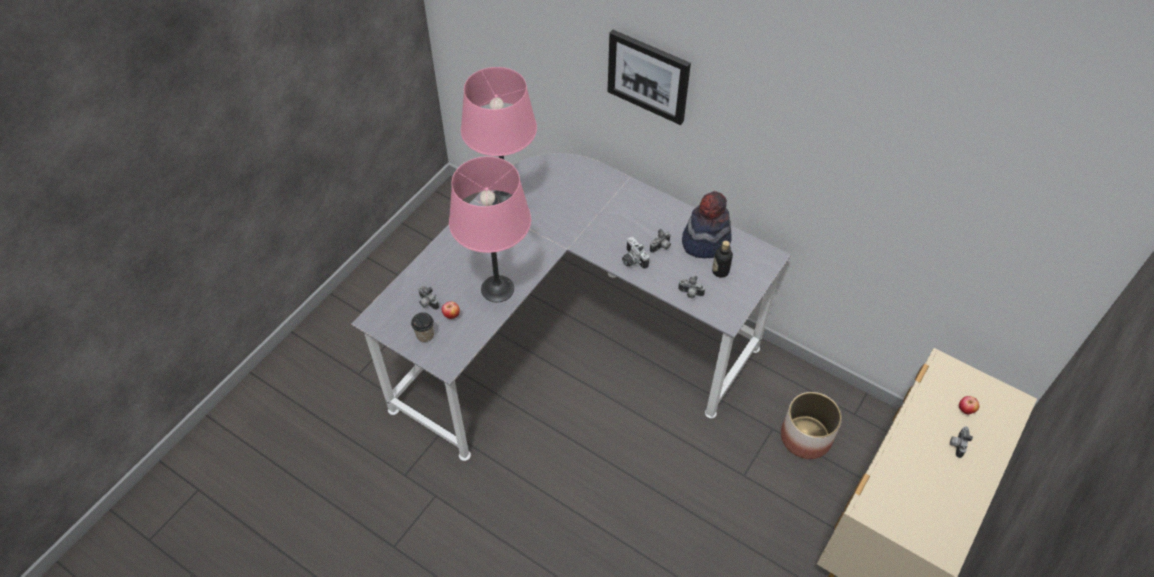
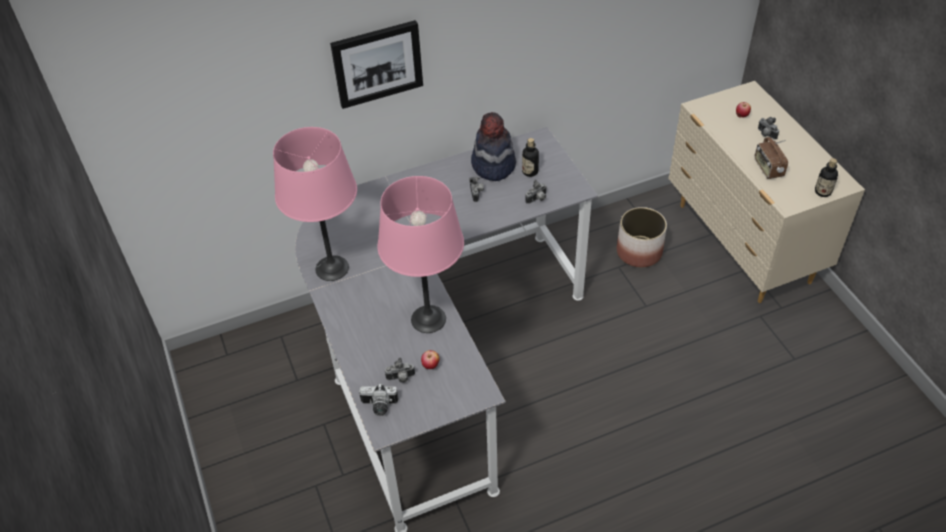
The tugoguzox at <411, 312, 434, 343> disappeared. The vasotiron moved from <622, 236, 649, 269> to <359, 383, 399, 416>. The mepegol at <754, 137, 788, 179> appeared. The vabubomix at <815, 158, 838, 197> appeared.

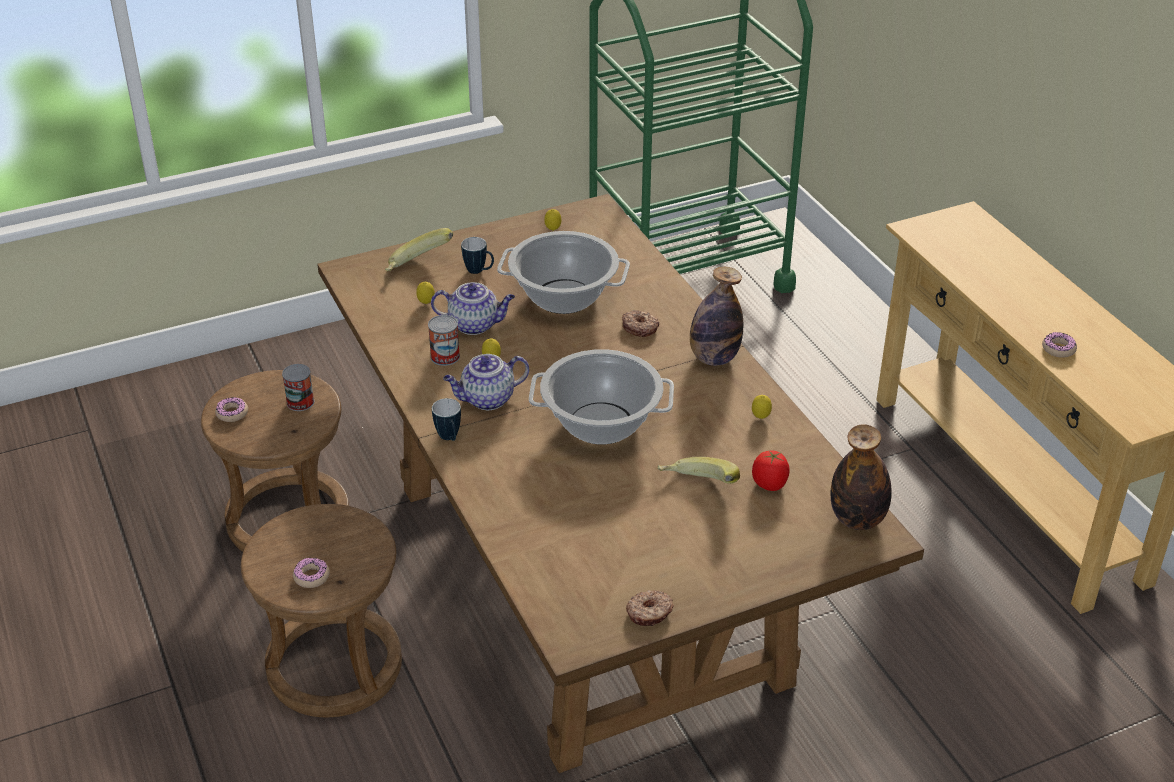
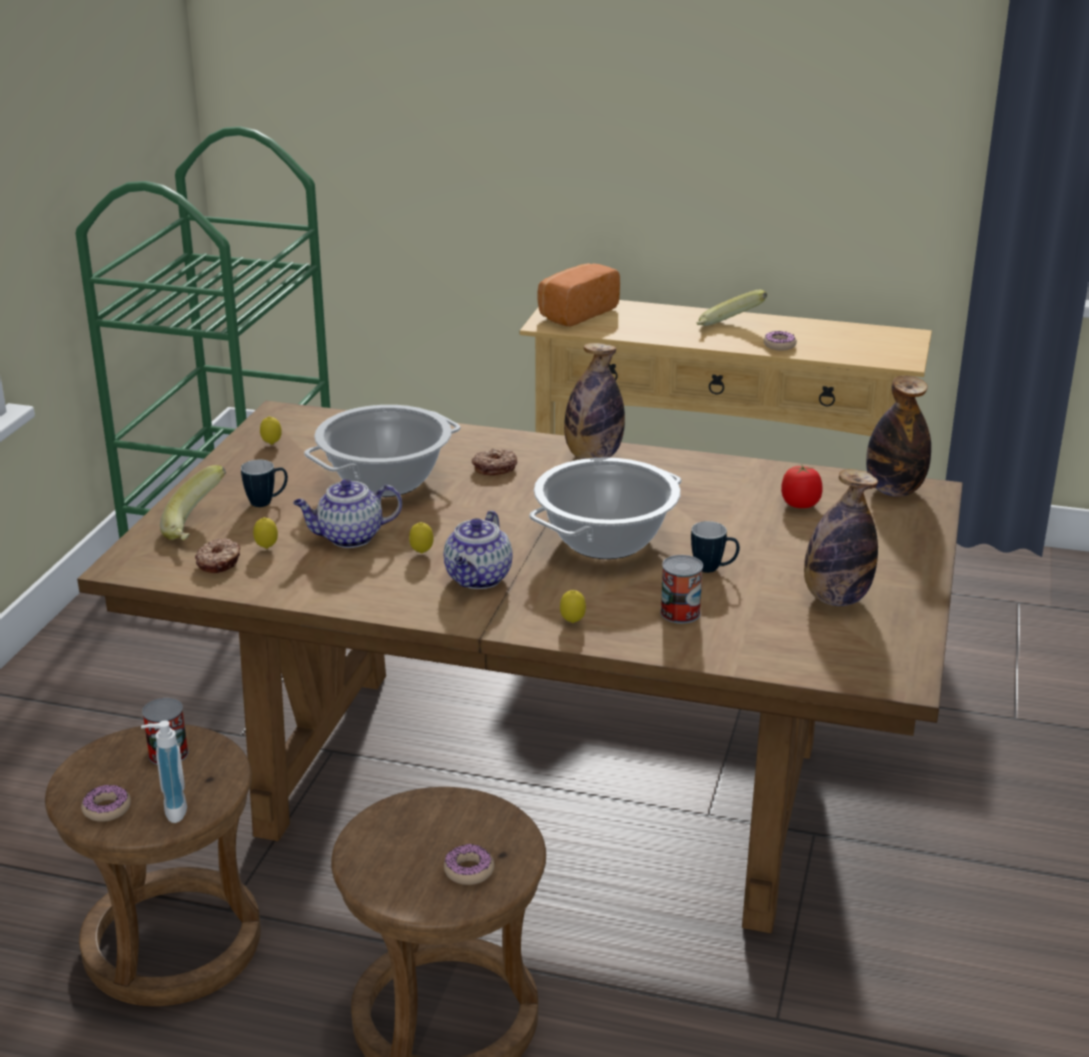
The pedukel moved from <428, 315, 460, 366> to <660, 555, 703, 624>. The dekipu at <431, 282, 515, 335> turned 150 degrees counterclockwise. The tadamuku moved from <432, 398, 461, 441> to <691, 521, 740, 573>. The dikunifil moved from <626, 590, 674, 626> to <195, 539, 240, 573>. The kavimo moved from <657, 457, 740, 484> to <697, 290, 767, 326>. The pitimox moved from <752, 395, 772, 419> to <560, 590, 586, 623>. The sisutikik at <141, 721, 187, 823> appeared. The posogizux at <537, 263, 620, 326> appeared. The vabubomix at <804, 469, 878, 606> appeared.

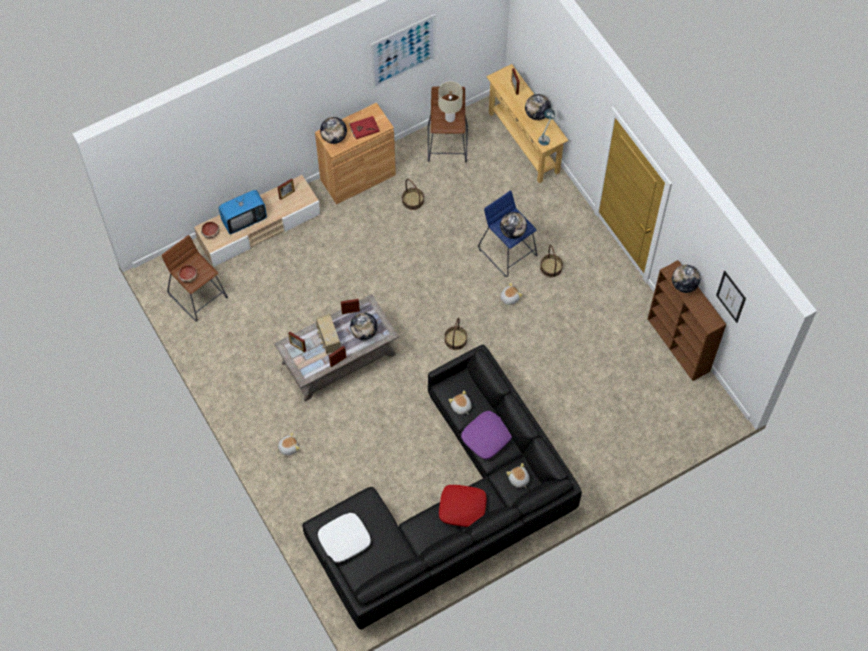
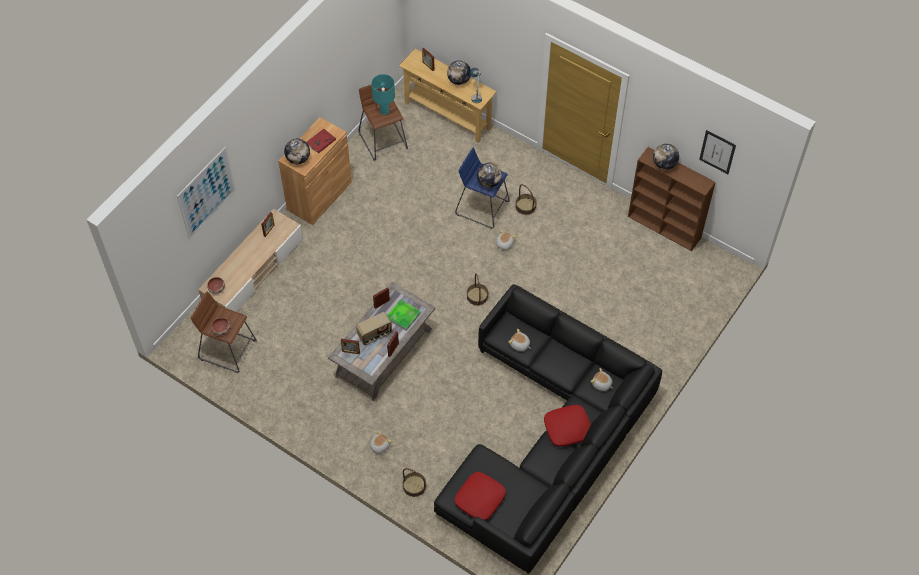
The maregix at <219, 190, 267, 234> disappeared. The mepegol at <316, 314, 341, 354> turned 75 degrees counterclockwise. The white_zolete at <318, 513, 371, 563> became the red_zolete at <455, 472, 506, 520>. The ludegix at <350, 313, 378, 340> was replaced by the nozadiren at <387, 299, 421, 331>. The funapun moved from <370, 14, 436, 89> to <177, 147, 236, 239>. The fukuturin moved from <402, 179, 424, 210> to <403, 468, 426, 497>. The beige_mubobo at <438, 81, 463, 122> became the turquoise_mubobo at <371, 74, 395, 115>. The purple_zolete at <461, 411, 512, 459> disappeared.

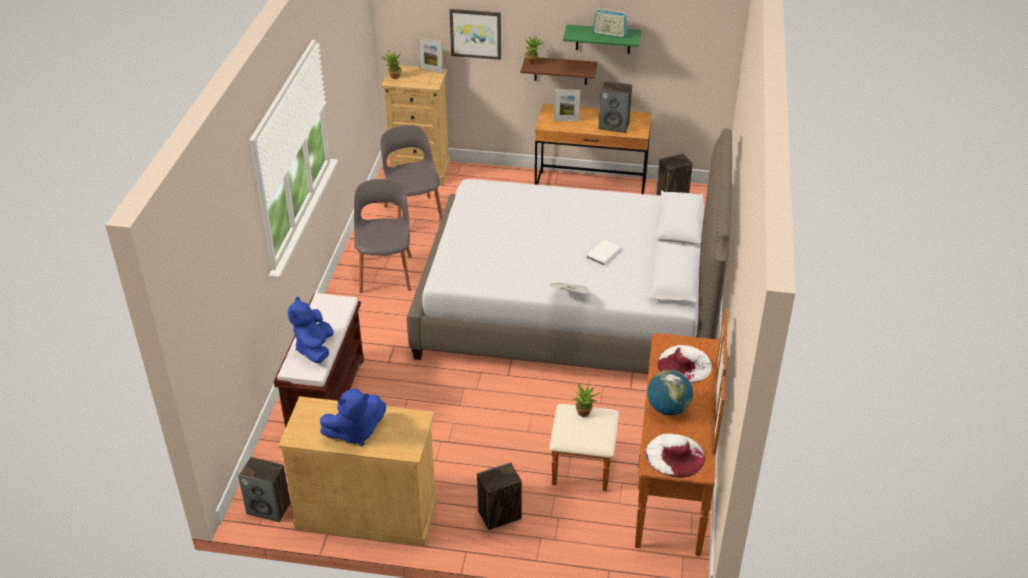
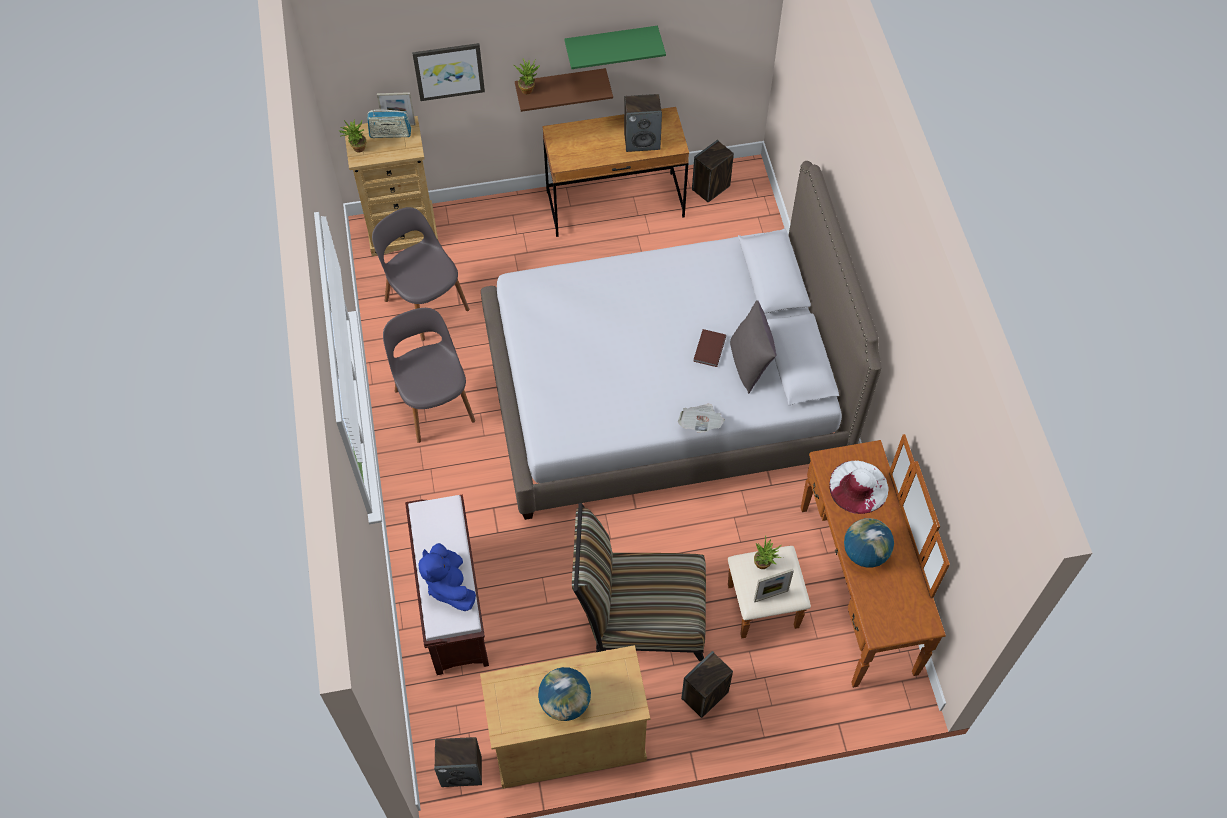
The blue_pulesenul at <320, 388, 386, 446> was replaced by the ludegix at <538, 667, 591, 721>. The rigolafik moved from <554, 90, 581, 122> to <754, 569, 794, 603>. The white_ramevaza at <586, 240, 621, 266> became the brown_ramevaza at <693, 329, 726, 367>. The mepegol moved from <593, 6, 628, 38> to <367, 109, 411, 138>. The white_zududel at <645, 434, 705, 478> disappeared. The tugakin at <572, 503, 706, 661> appeared. The grey_zolete at <730, 300, 776, 394> appeared.

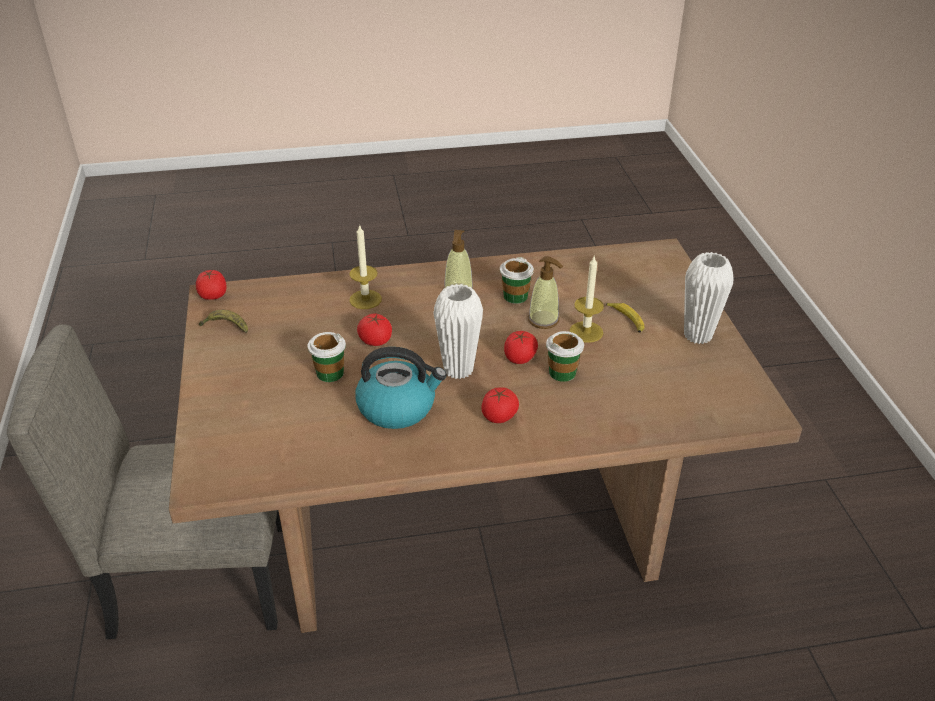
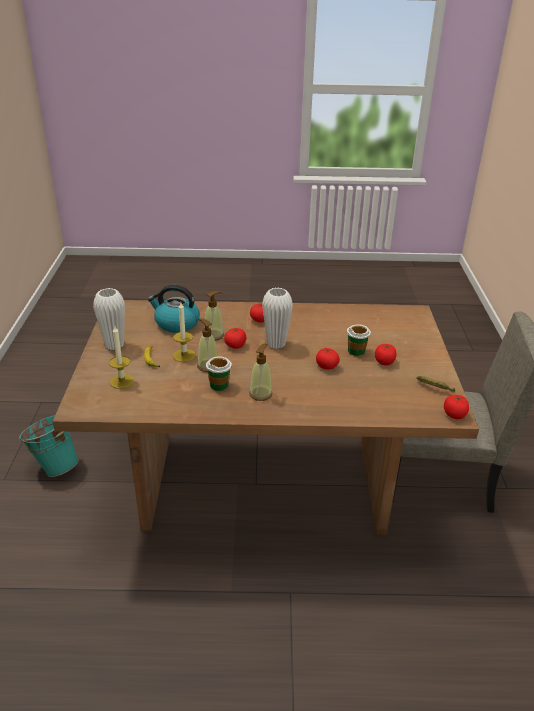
The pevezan moved from <349, 224, 382, 309> to <109, 326, 135, 389>. The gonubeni moved from <355, 347, 447, 429> to <148, 285, 200, 333>. The tugoguzox at <546, 331, 584, 382> was replaced by the sisutikik at <204, 291, 224, 341>. The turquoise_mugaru at <19, 415, 79, 477> appeared. The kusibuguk at <375, 344, 396, 365> appeared.

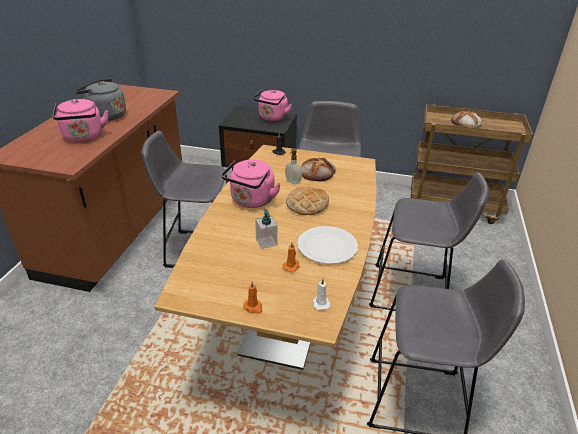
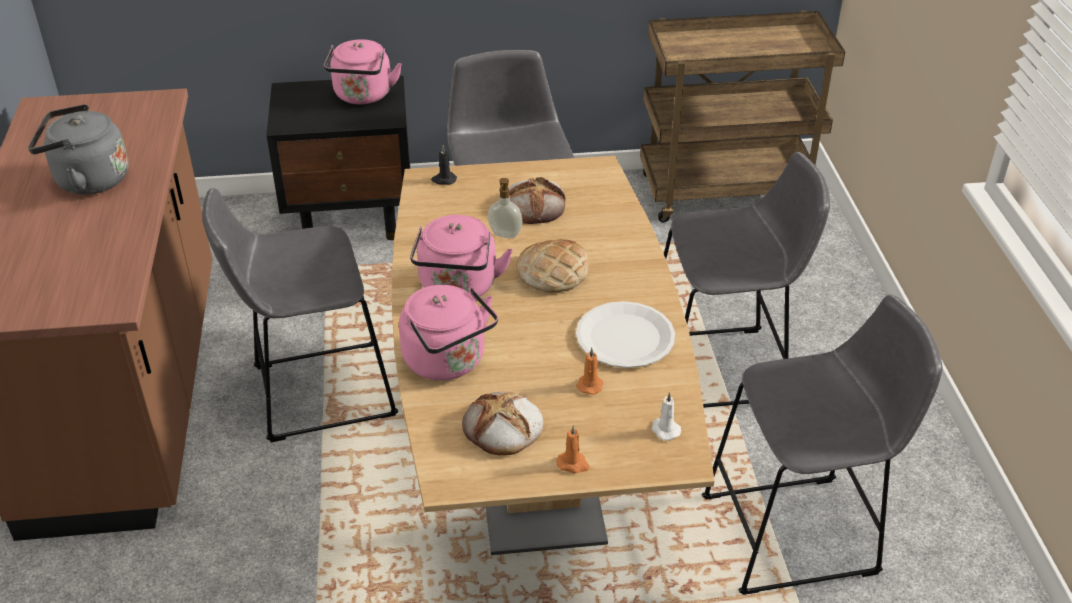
The pink_gonubeni moved from <53, 99, 109, 142> to <399, 285, 498, 380>. The sisutikik at <255, 209, 278, 249> disappeared. The posogizux moved from <451, 110, 482, 128> to <462, 392, 543, 456>.

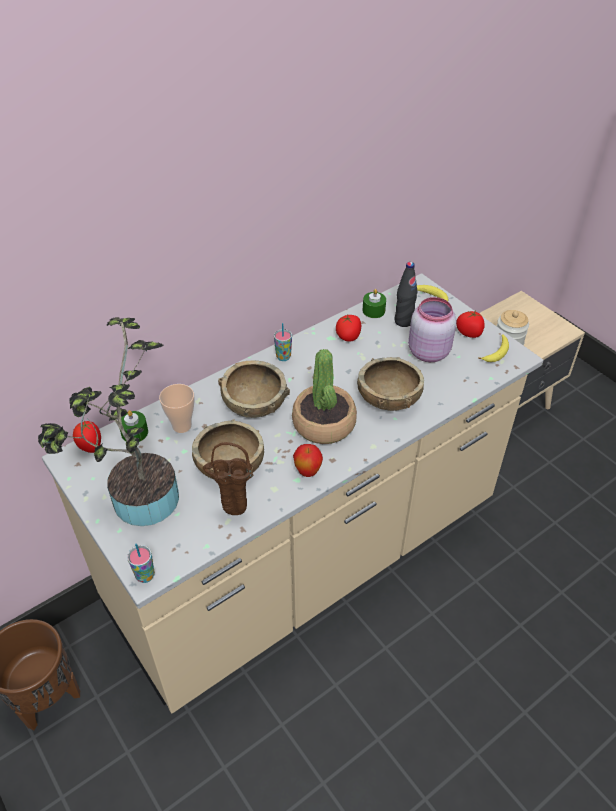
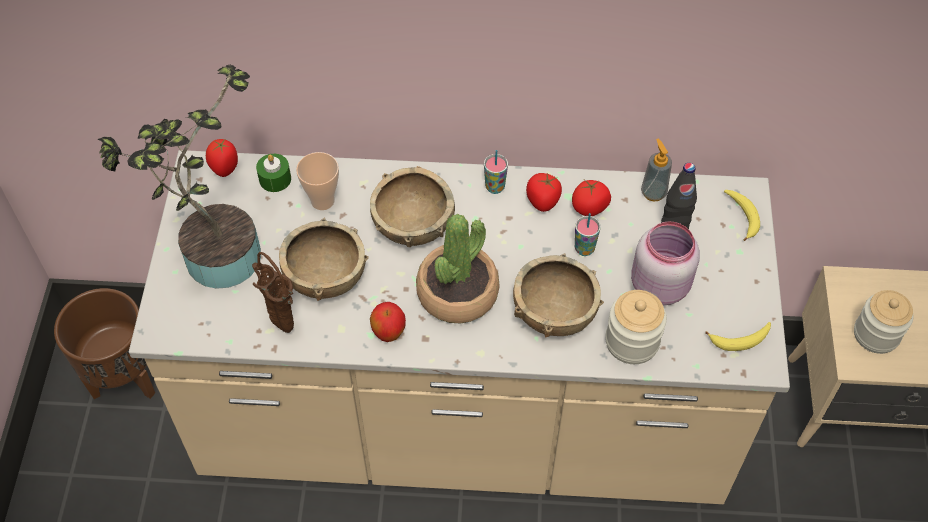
The tugoguzox moved from <127, 544, 155, 583> to <575, 213, 601, 256>. The green_pevezan at <362, 289, 386, 318> was replaced by the sisutikik at <641, 138, 672, 202>. The kusibuguk moved from <456, 310, 485, 338> to <526, 173, 562, 212>. The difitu at <605, 290, 667, 364> appeared.

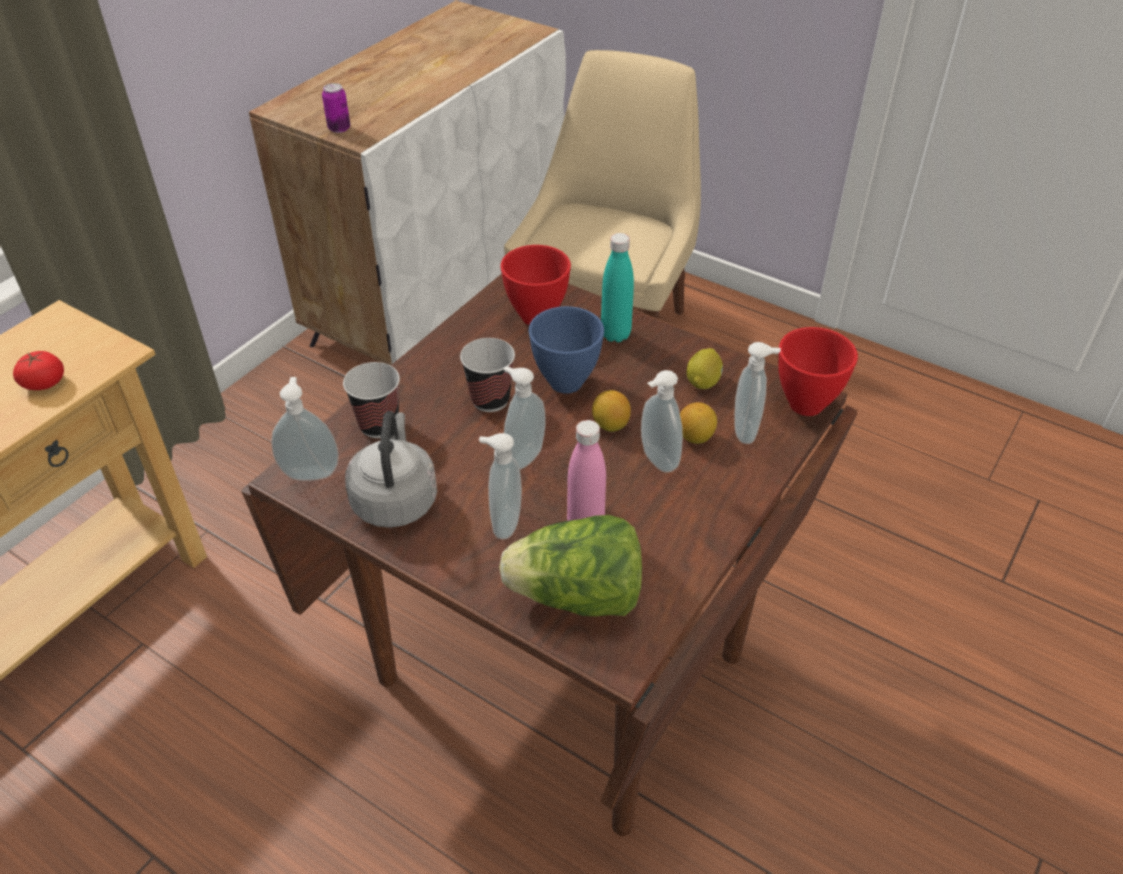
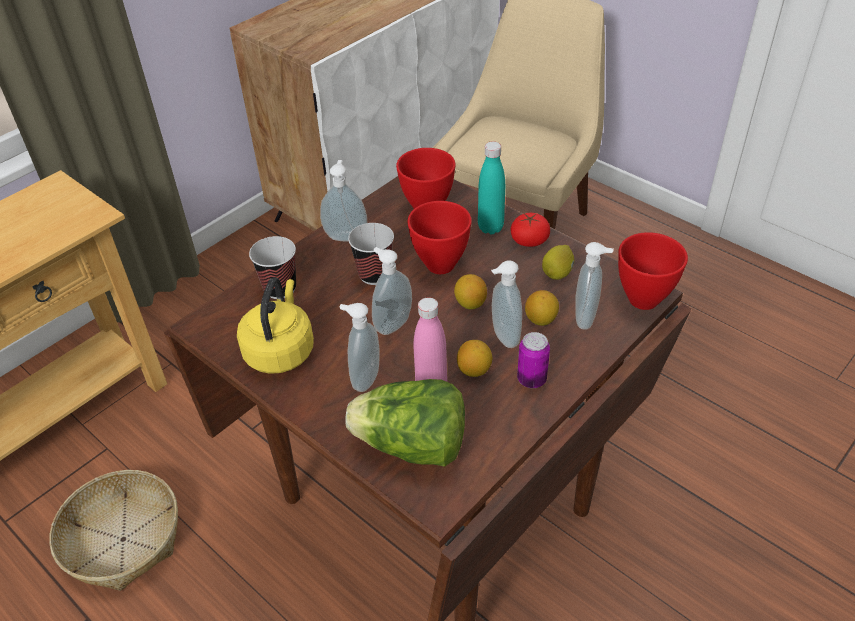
The kusibuguk moved from <13, 351, 64, 390> to <511, 213, 550, 247>. The sisutikik moved from <271, 377, 339, 481> to <320, 160, 367, 241>. The pedukel moved from <322, 83, 350, 133> to <517, 332, 550, 388>. The grey_gonubeni at <345, 411, 437, 528> became the yellow_gonubeni at <237, 277, 314, 374>. The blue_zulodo at <529, 306, 604, 394> became the red_zulodo at <407, 201, 472, 274>. The fukuturin at <49, 470, 178, 591> appeared. The pitimox at <457, 340, 492, 377> appeared.

